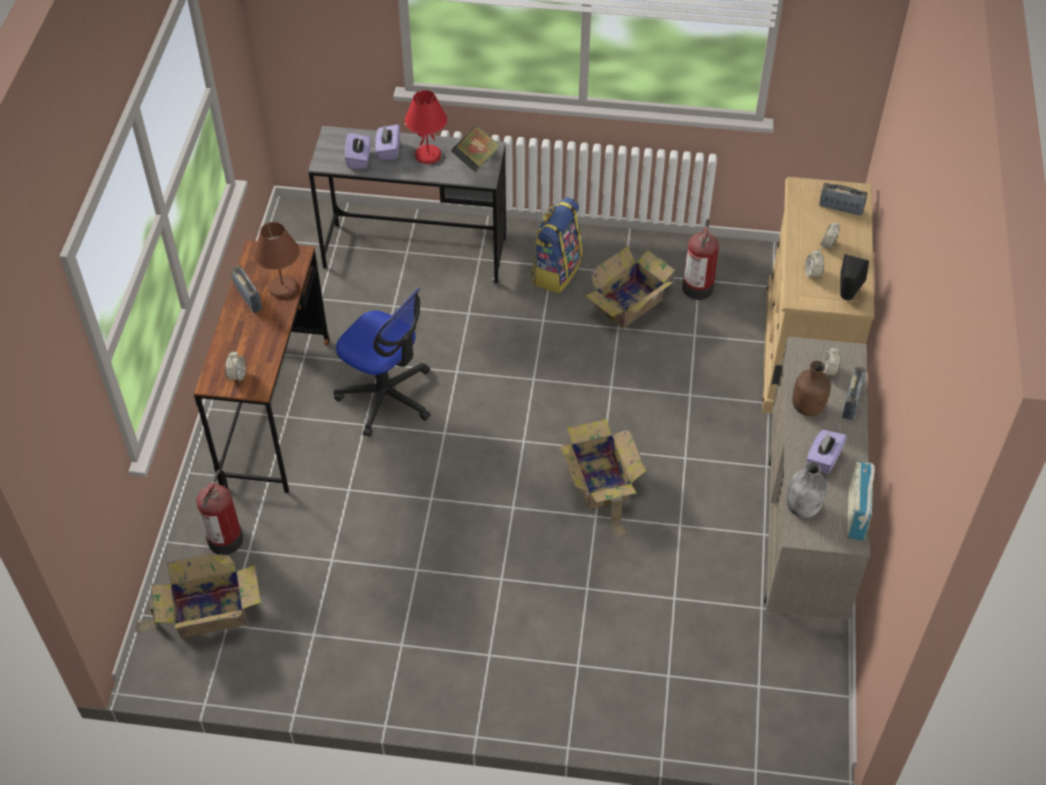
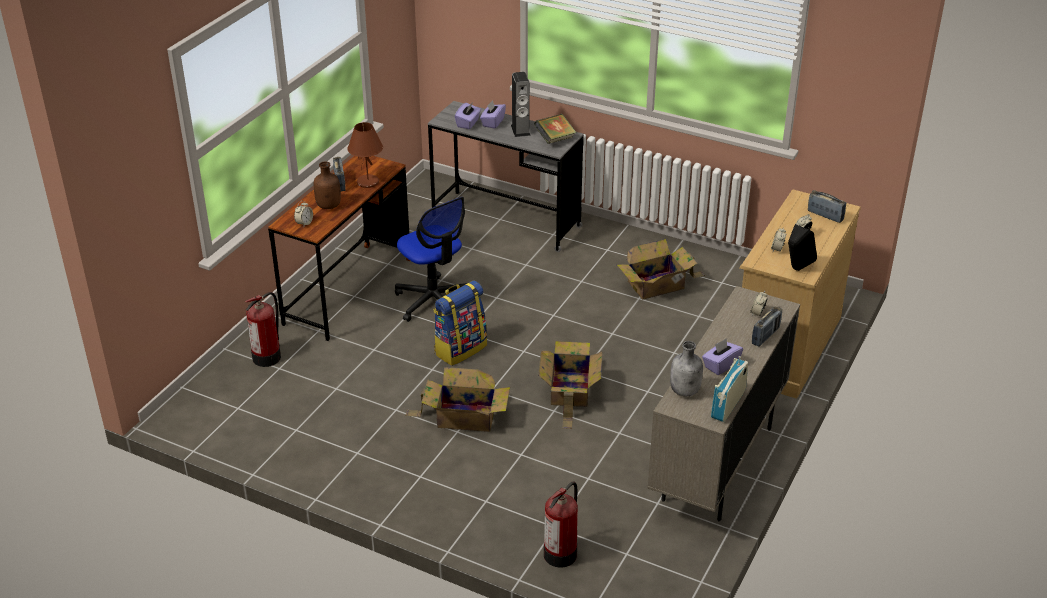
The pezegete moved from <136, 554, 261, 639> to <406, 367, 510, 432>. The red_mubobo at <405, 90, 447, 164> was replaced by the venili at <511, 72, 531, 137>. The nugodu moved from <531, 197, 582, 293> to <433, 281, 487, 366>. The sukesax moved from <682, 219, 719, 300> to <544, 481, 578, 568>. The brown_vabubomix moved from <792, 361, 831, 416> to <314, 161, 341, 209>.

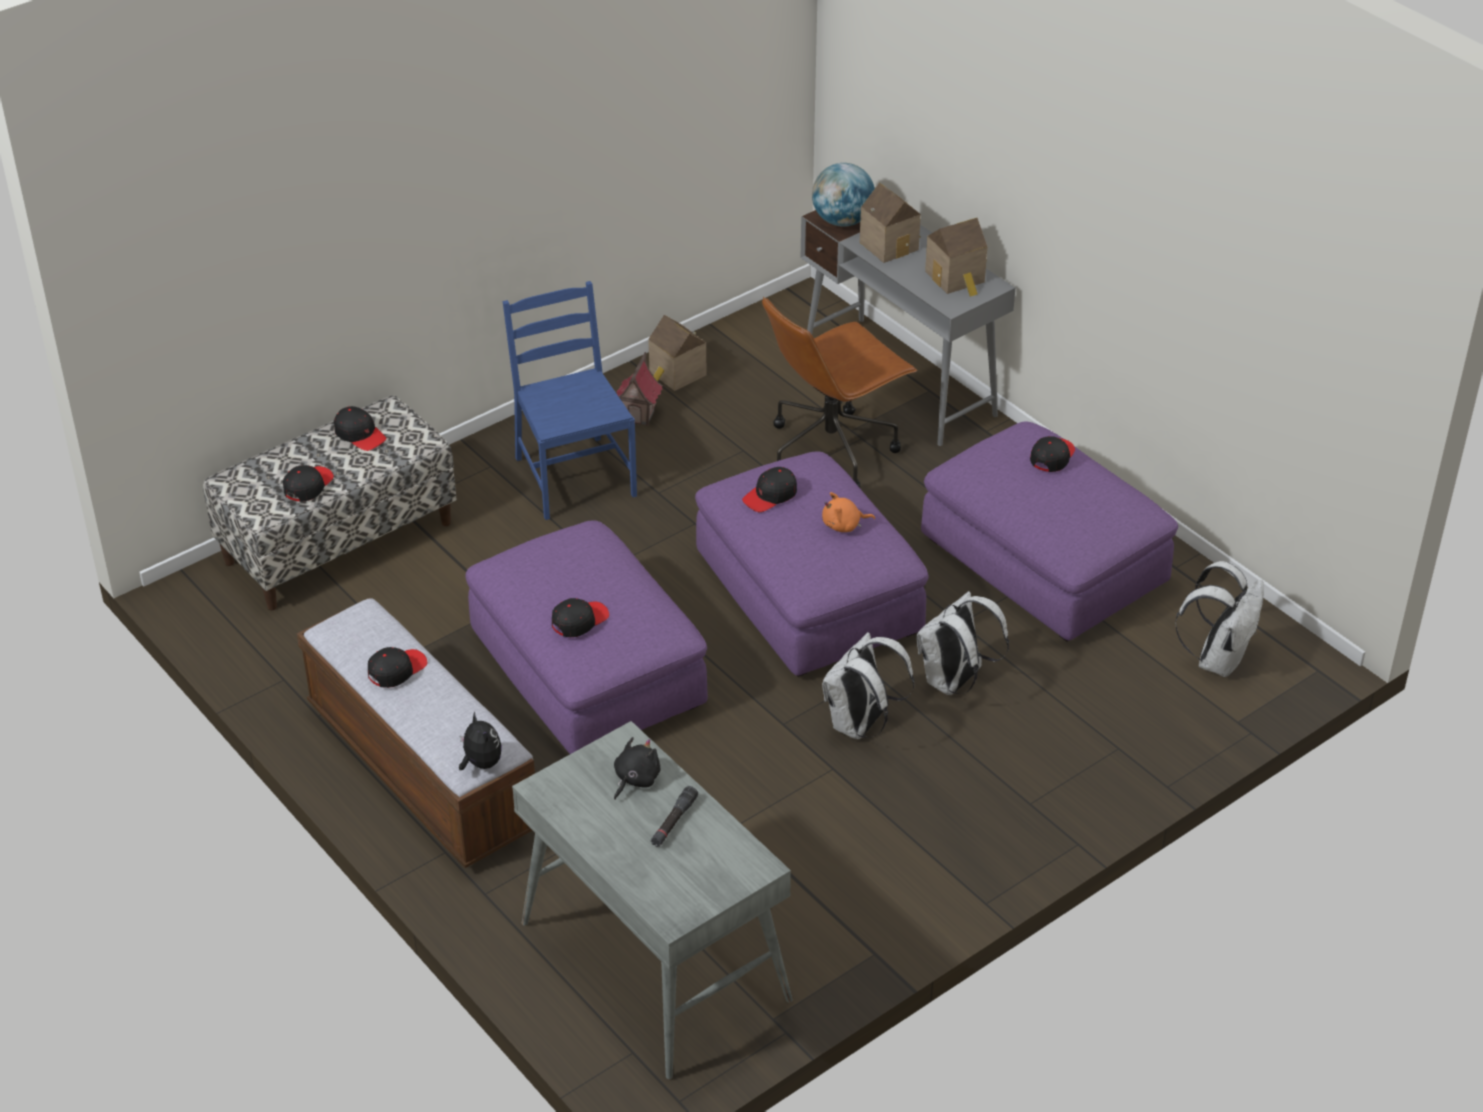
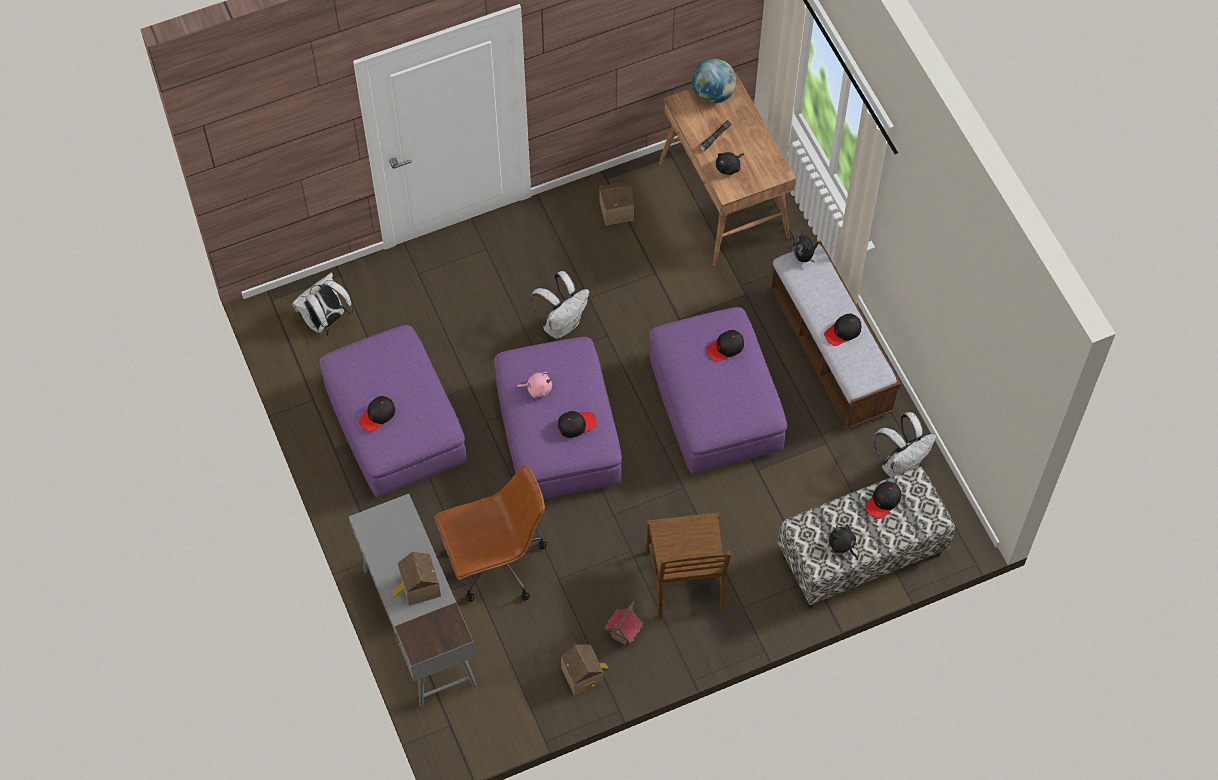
The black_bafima at <334, 406, 386, 451> was replaced by the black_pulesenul at <829, 524, 858, 560>. The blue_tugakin at <503, 281, 637, 520> became the brown_tugakin at <647, 512, 731, 619>. The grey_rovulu at <512, 721, 793, 1079> became the brown_rovulu at <659, 73, 796, 266>. The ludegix moved from <812, 163, 875, 227> to <692, 59, 737, 104>. The orange_pulesenul at <822, 492, 875, 532> became the pink_pulesenul at <517, 372, 552, 398>. The white_nugodu moved from <916, 591, 1009, 695> to <873, 412, 937, 477>. The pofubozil moved from <925, 218, 987, 297> to <599, 181, 634, 226>.

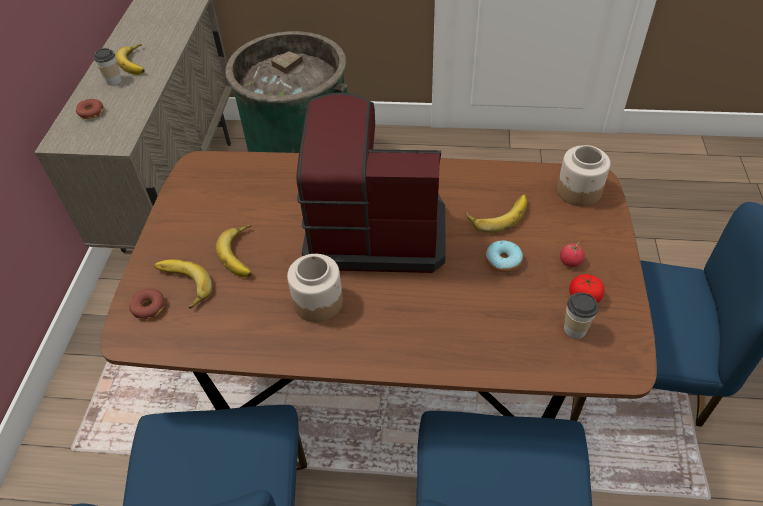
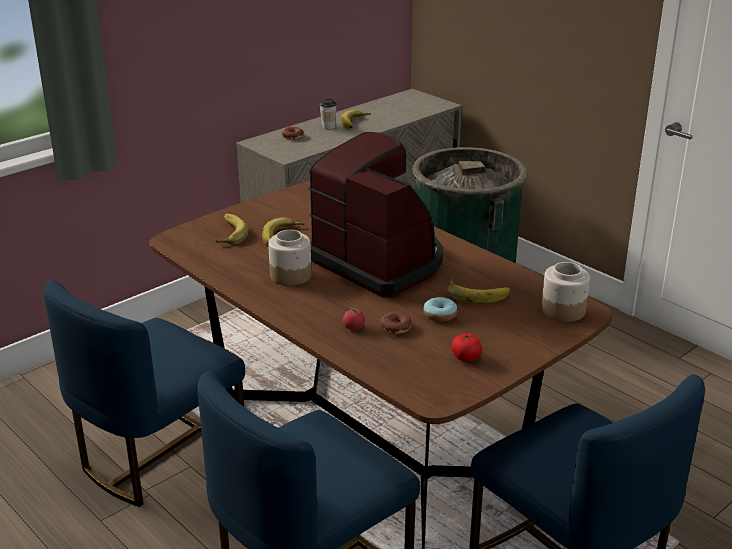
The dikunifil moved from <129, 289, 165, 319> to <380, 311, 412, 335>. The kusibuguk moved from <560, 242, 585, 267> to <343, 307, 365, 330>. The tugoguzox at <564, 292, 598, 339> disappeared.

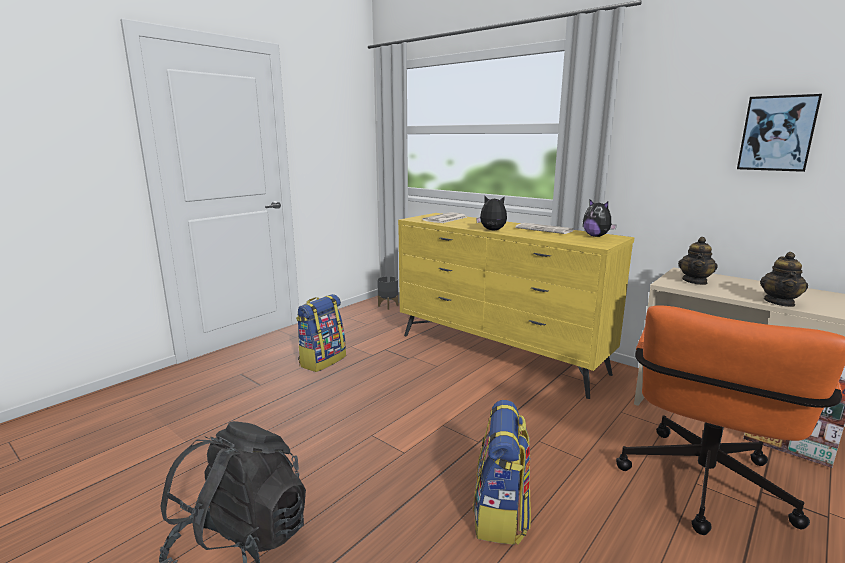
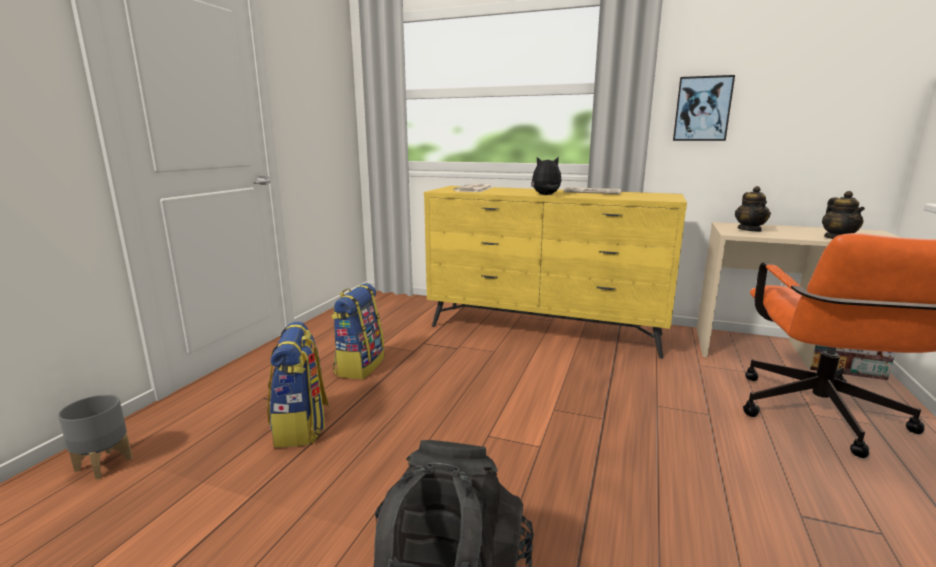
The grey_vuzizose moved from <377, 276, 399, 310> to <58, 394, 133, 479>. The nugodu moved from <473, 400, 531, 545> to <267, 322, 329, 448>. The pulesenul at <583, 200, 617, 237> disappeared. The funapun moved from <737, 94, 822, 172> to <673, 75, 735, 141>.

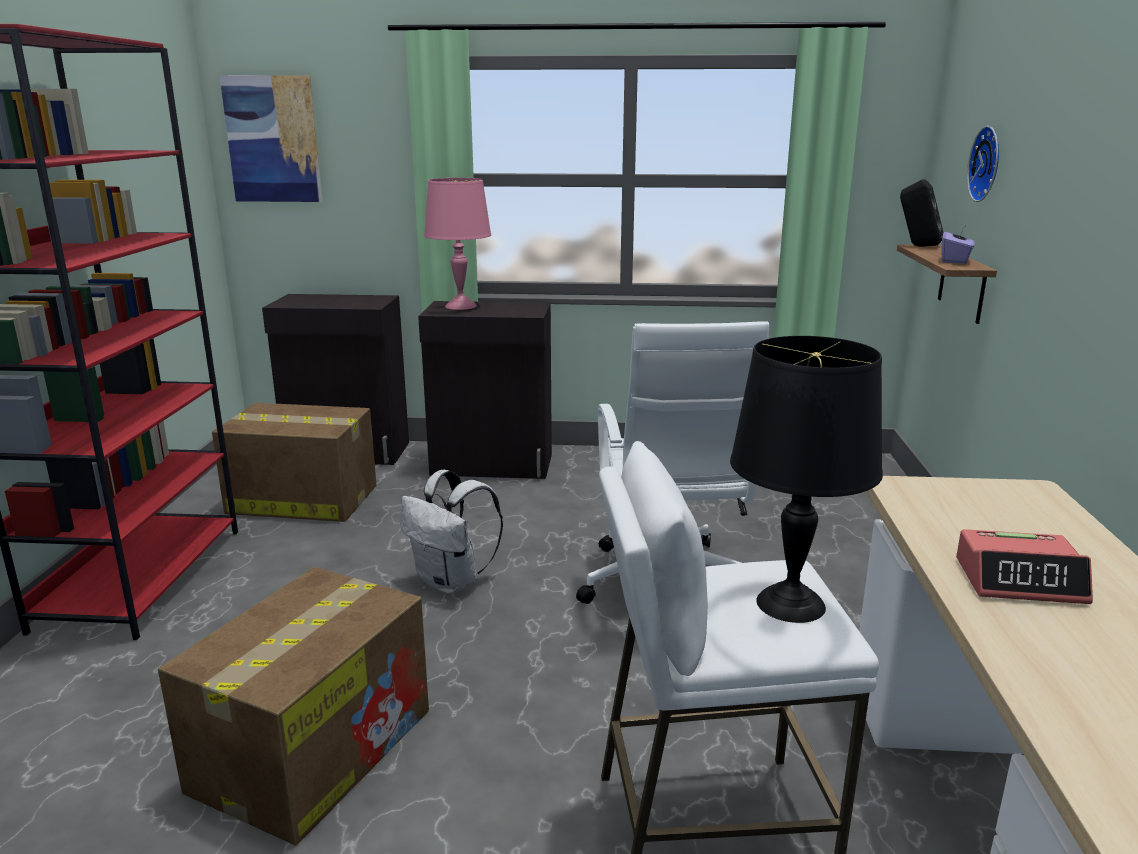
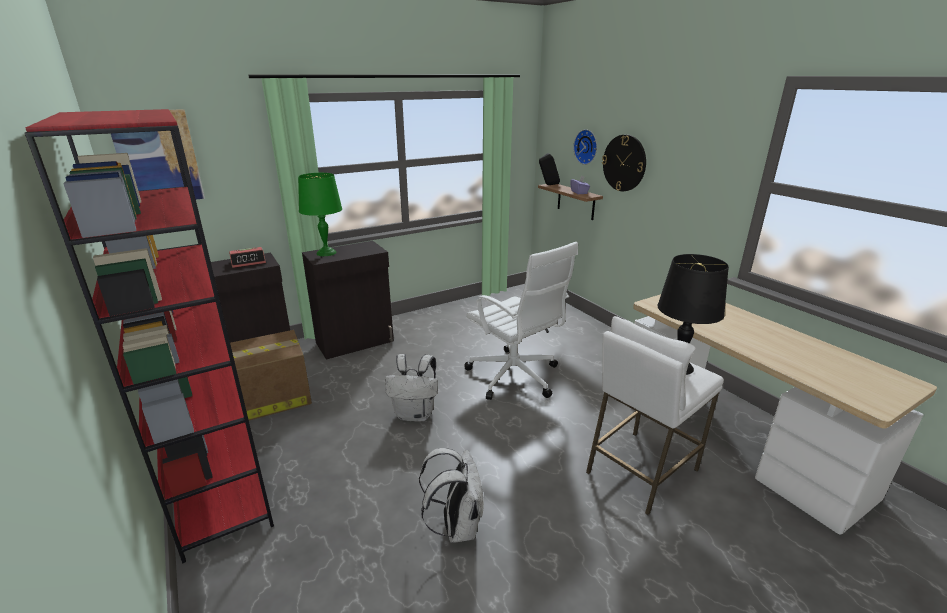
The pezegete at <158, 567, 429, 845> was replaced by the white_nugodu at <419, 448, 484, 543>. The pink_mubobo at <424, 178, 491, 310> became the green_mubobo at <298, 173, 342, 256>. The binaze moved from <956, 529, 1093, 604> to <229, 247, 266, 268>. The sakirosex at <602, 134, 646, 191> appeared.

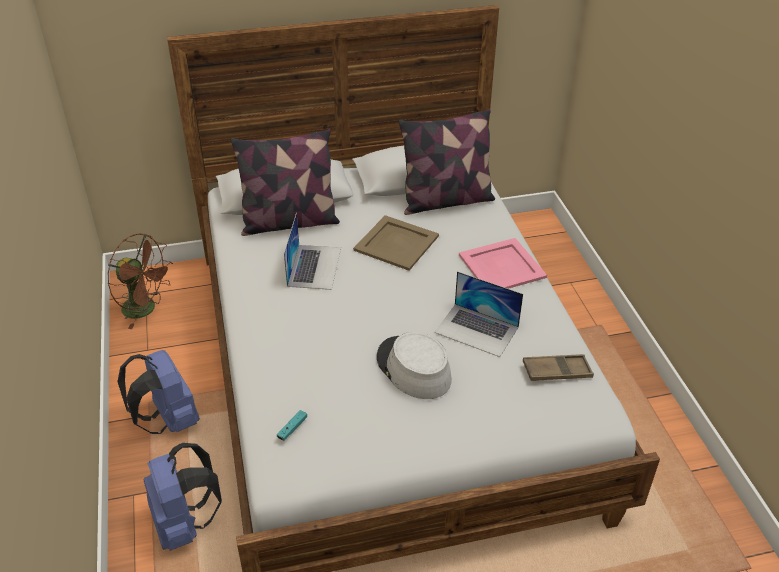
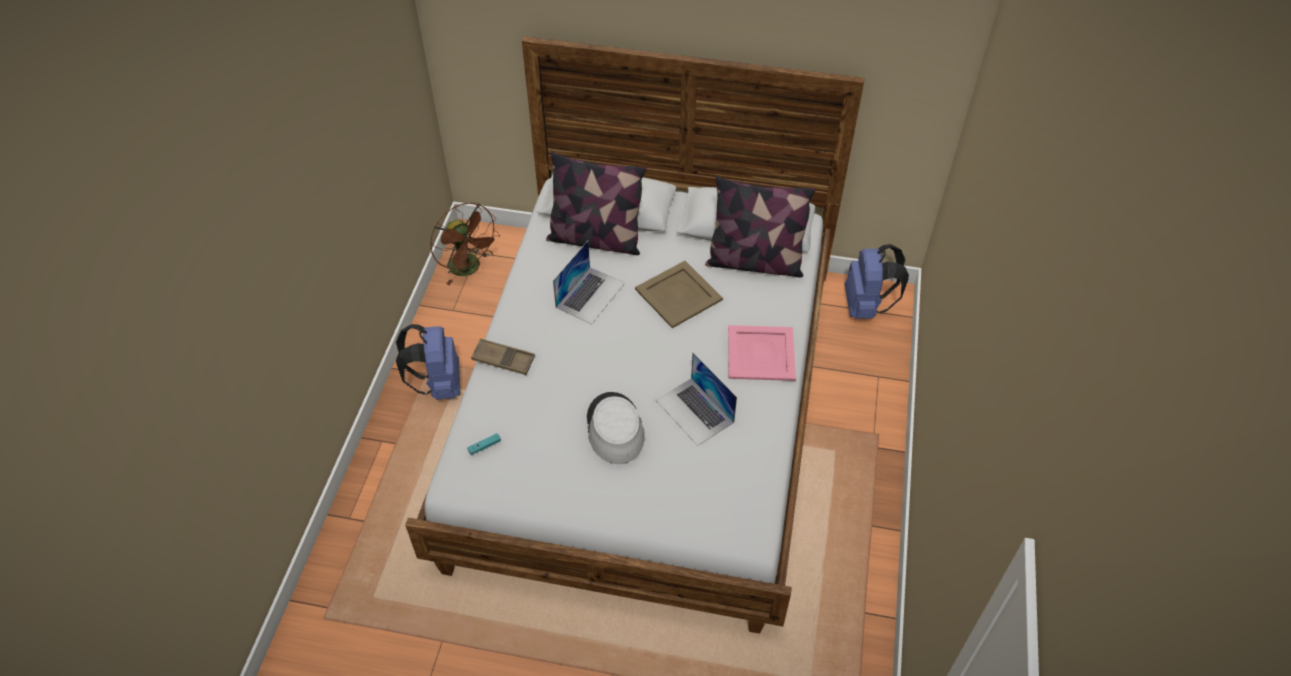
The blue_nugodu moved from <144, 443, 222, 551> to <844, 244, 909, 319>. The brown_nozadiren moved from <523, 354, 594, 381> to <471, 338, 535, 375>.

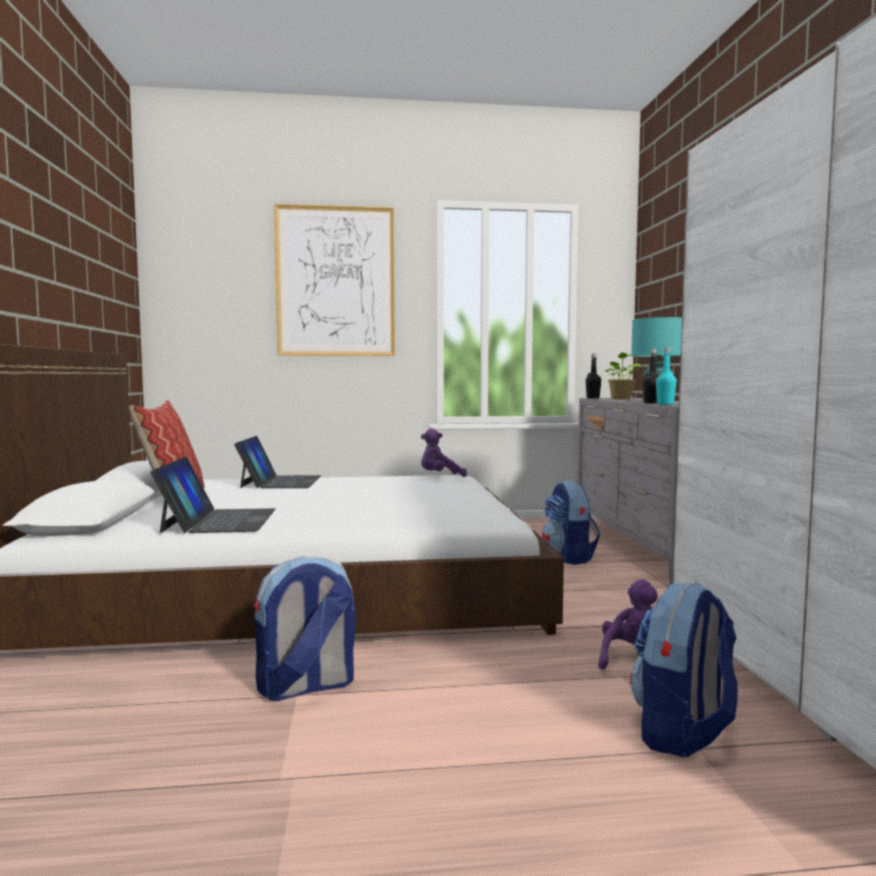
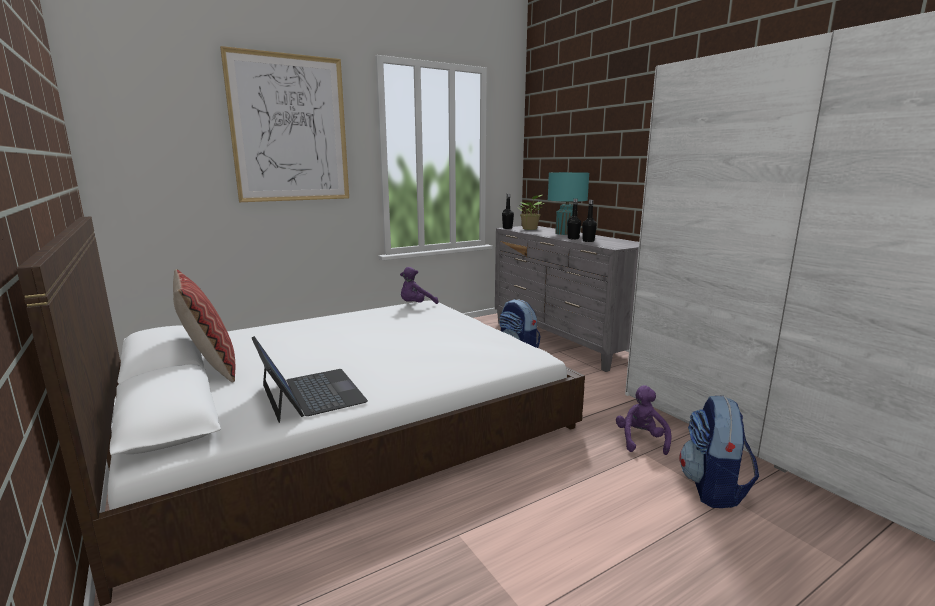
The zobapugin at <234, 436, 321, 488> disappeared. The nugodu at <253, 556, 356, 701> disappeared. The turquoise_vabubomix at <656, 348, 677, 405> became the black_vabubomix at <582, 200, 597, 242>.

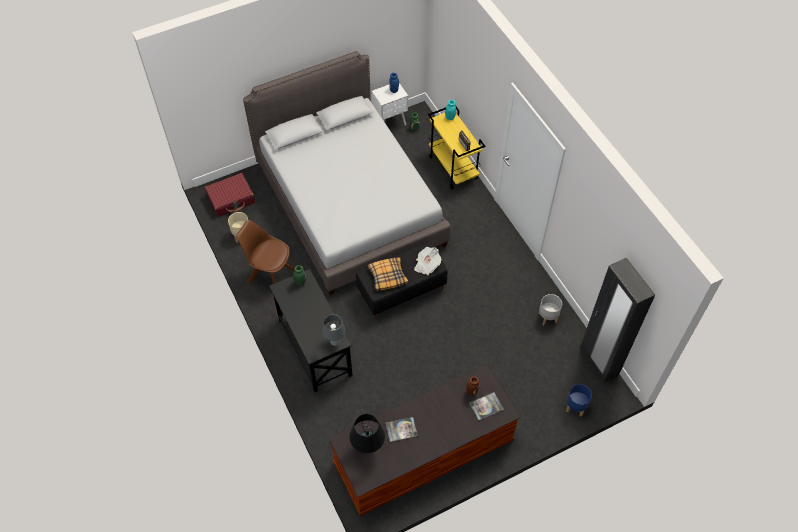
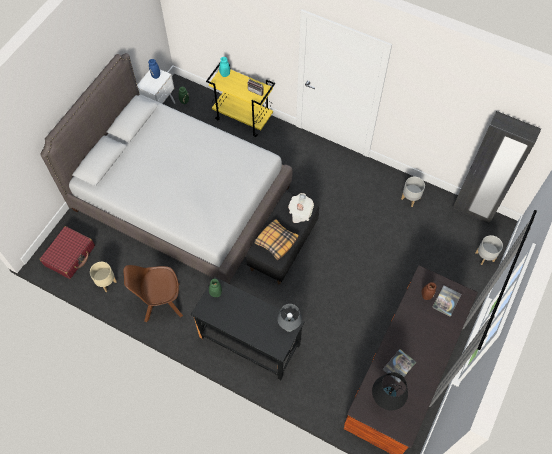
The blue_vuzizose at <566, 384, 592, 417> became the grey_vuzizose at <476, 235, 503, 265>.

